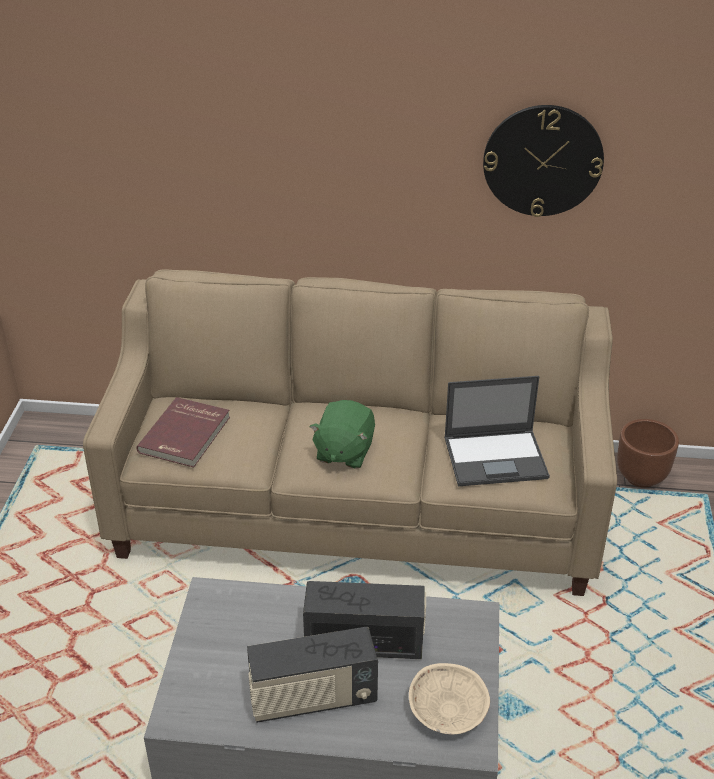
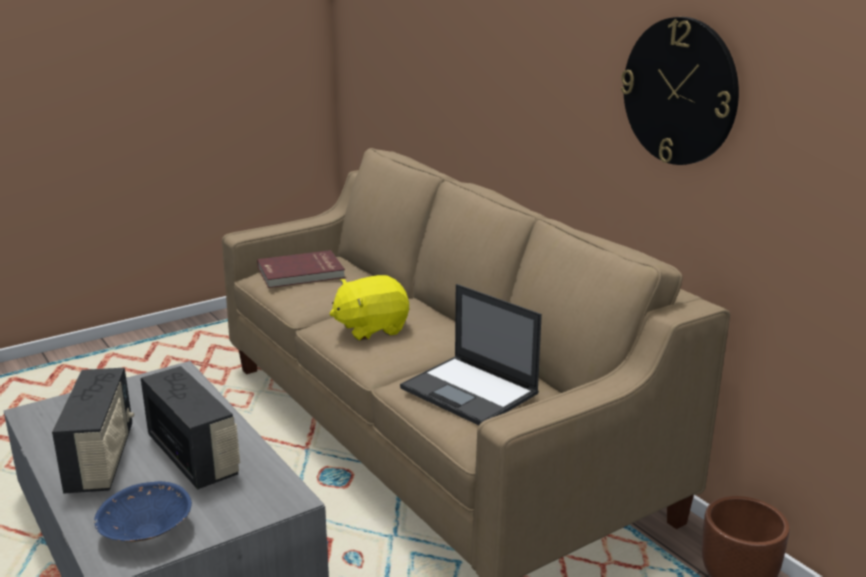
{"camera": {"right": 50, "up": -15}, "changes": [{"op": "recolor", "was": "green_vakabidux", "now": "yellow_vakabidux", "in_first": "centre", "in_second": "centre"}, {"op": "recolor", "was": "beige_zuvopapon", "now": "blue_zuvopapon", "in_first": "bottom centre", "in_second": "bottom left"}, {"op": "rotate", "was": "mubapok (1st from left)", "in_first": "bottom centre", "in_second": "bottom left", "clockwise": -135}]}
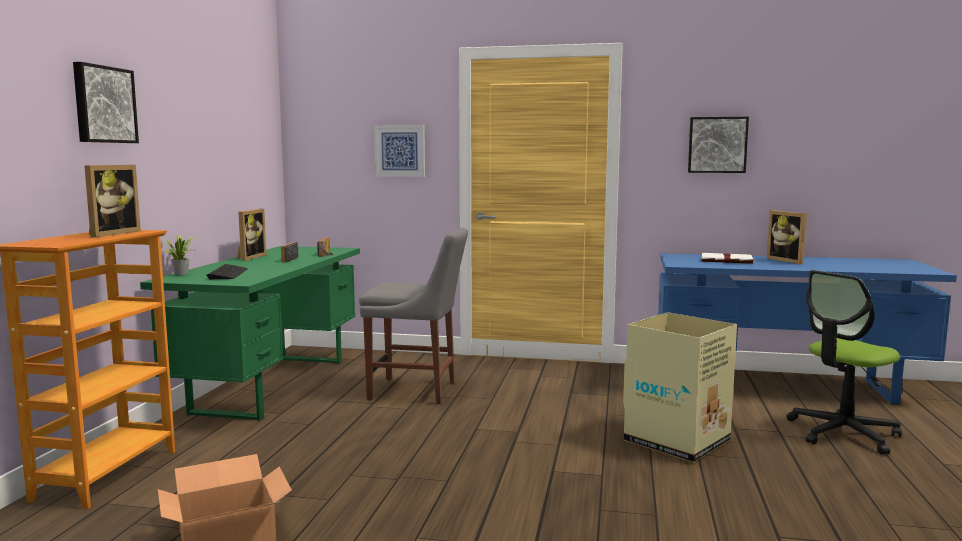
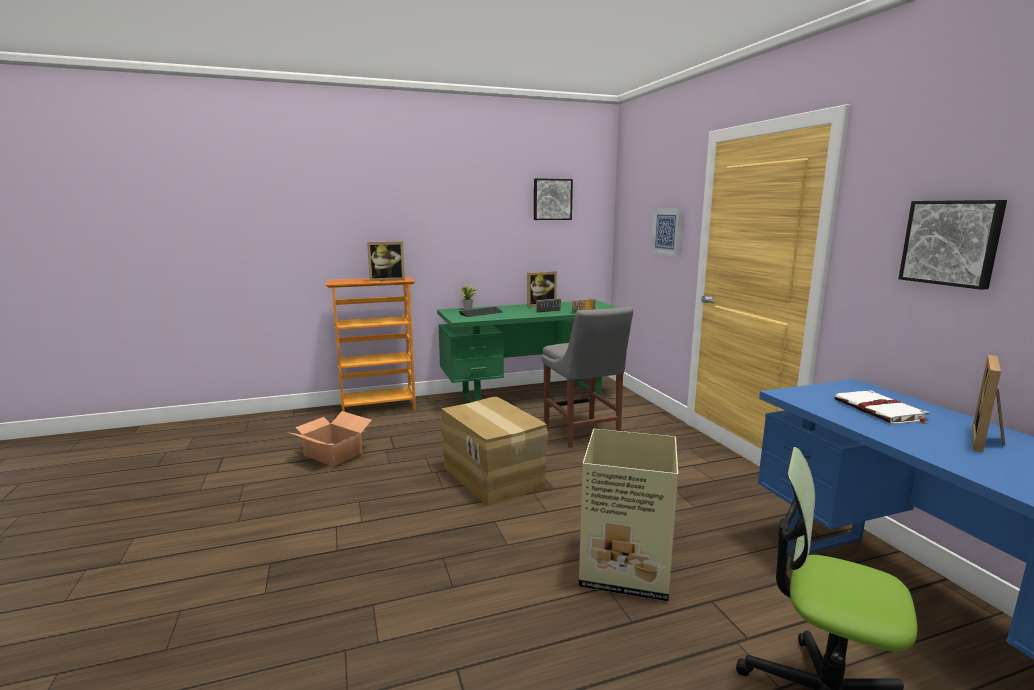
{"camera": {"right": 60, "up": 5}, "changes": [{"op": "insert", "now": "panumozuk (2nd from left)", "in_second": "centre"}, {"op": "move", "was": "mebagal (1st from left)", "in_first": "top left", "in_second": "top centre"}]}
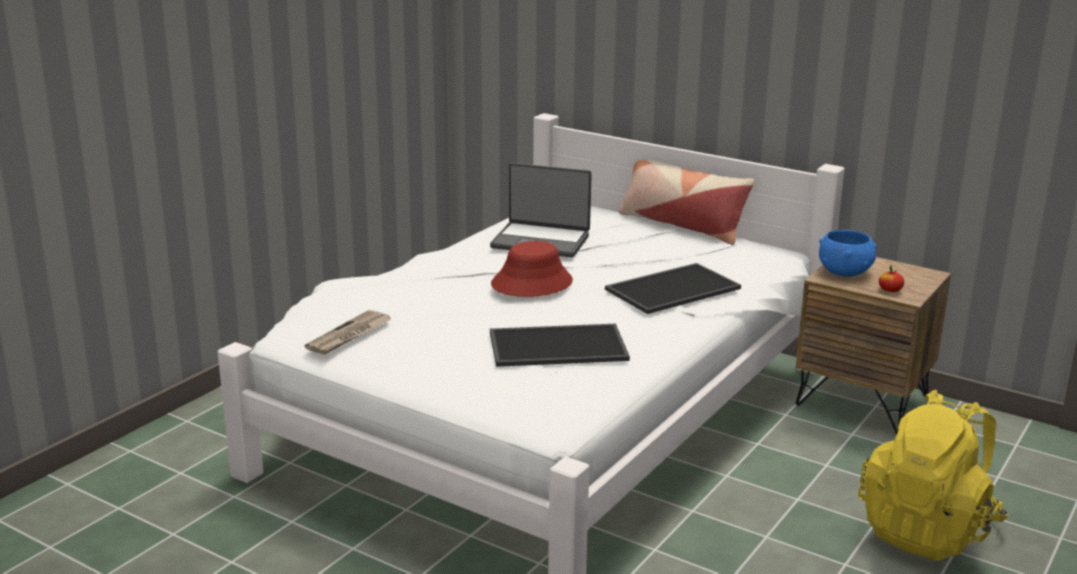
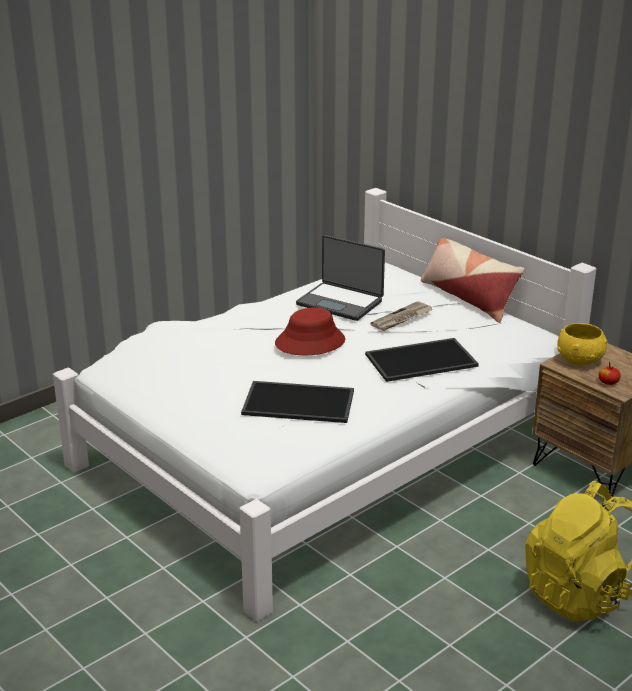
{"camera": {"right": 15, "up": 5}, "changes": [{"op": "move", "was": "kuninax", "in_first": "middle left", "in_second": "centre"}, {"op": "recolor", "was": "blue_zuvopapon", "now": "yellow_zuvopapon", "in_first": "middle right", "in_second": "middle right"}]}
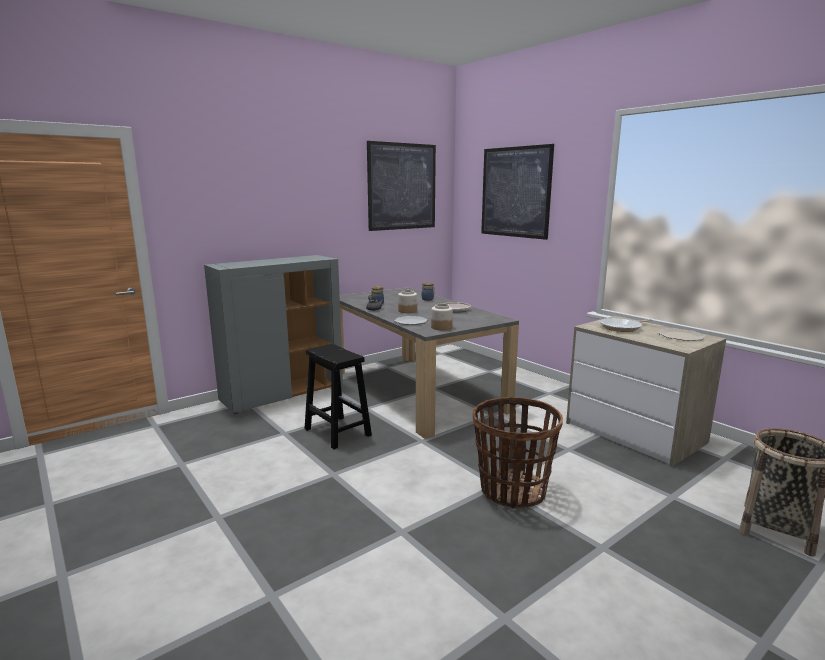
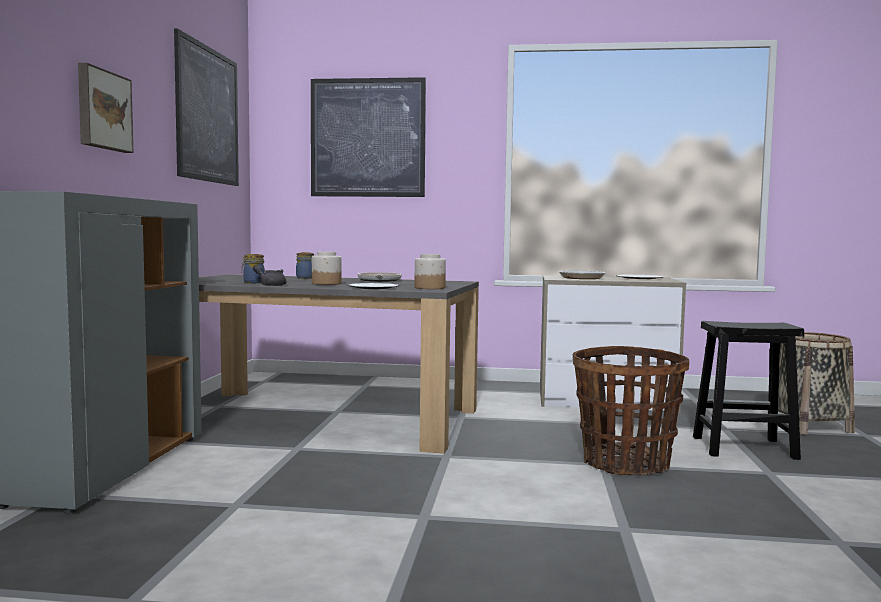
{"camera": {"right": -45, "up": -10}, "changes": [{"op": "insert", "now": "mebagal (1st from left)", "in_second": "top left"}, {"op": "move", "was": "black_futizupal", "in_first": "centre", "in_second": "middle right"}]}
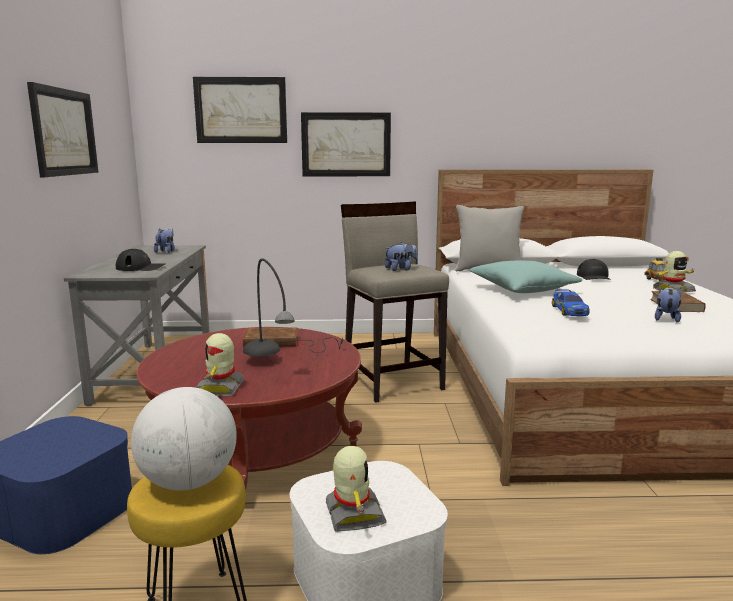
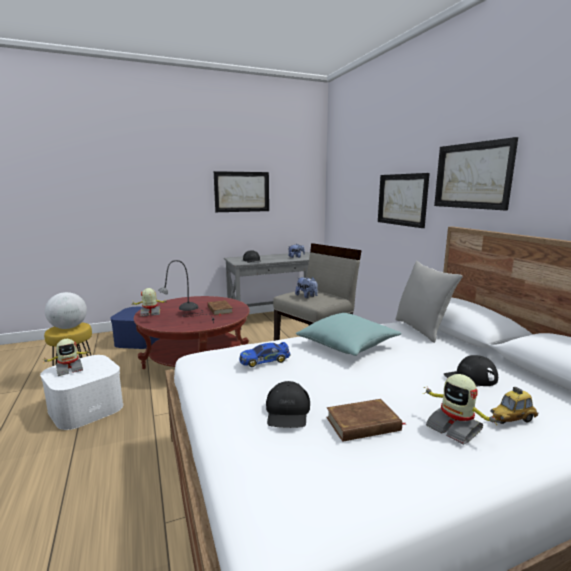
{"camera": {"right": 70, "up": 0}, "changes": [{"op": "move", "was": "mebagal (2nd from left in the first image)", "now": "mebagal (3rd from left)", "in_first": "top left", "in_second": "top right"}, {"op": "replace", "was": "vakabidux (3rd from left)", "now": "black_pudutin (2nd from left)", "in_first": "middle right", "in_second": "bottom centre"}]}
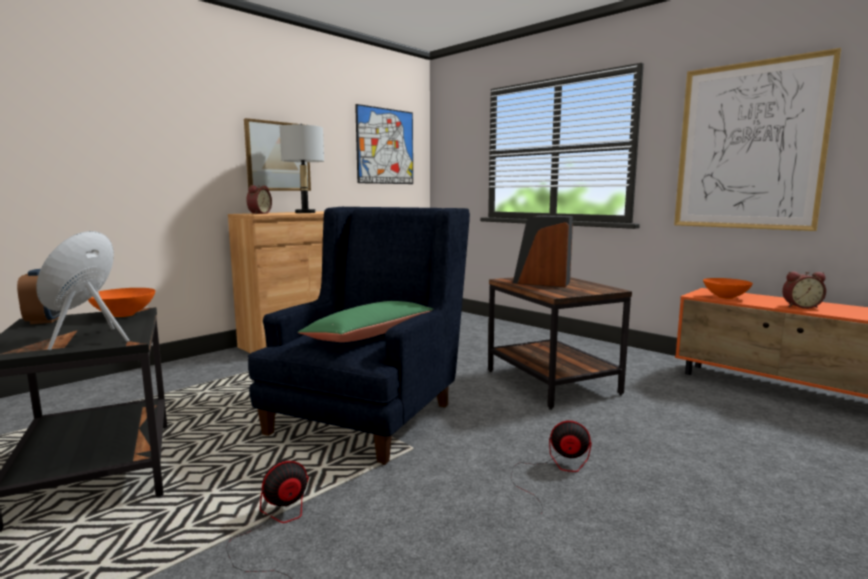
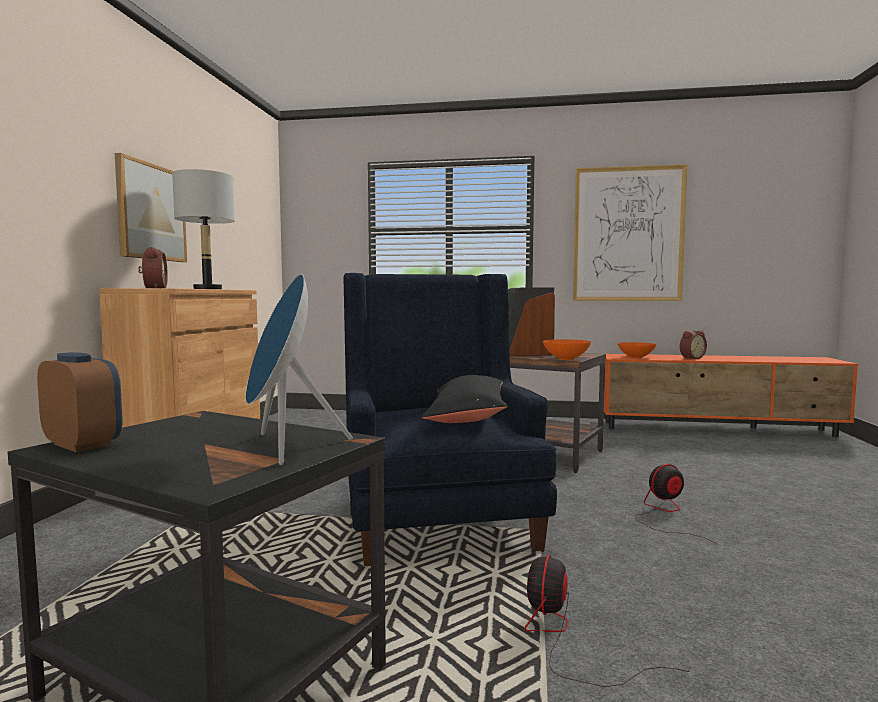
{"camera": {"right": -35, "up": -5}, "changes": [{"op": "delete", "was": "mebagal (2nd from left)", "in_first": "top centre"}, {"op": "move", "was": "orange_zuvopapon (1st from left)", "in_first": "middle left", "in_second": "centre"}, {"op": "recolor", "was": "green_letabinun", "now": "black_letabinun", "in_first": "centre", "in_second": "centre"}]}
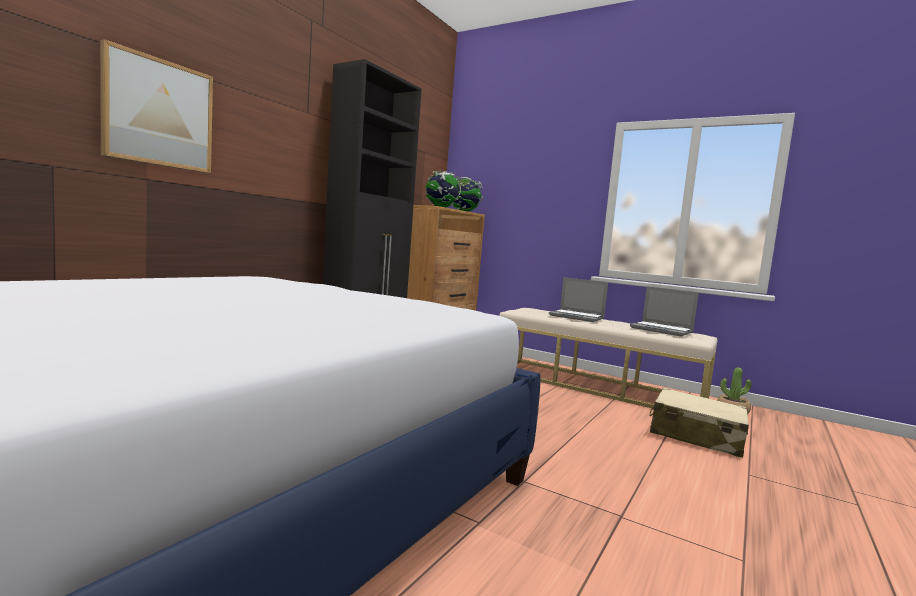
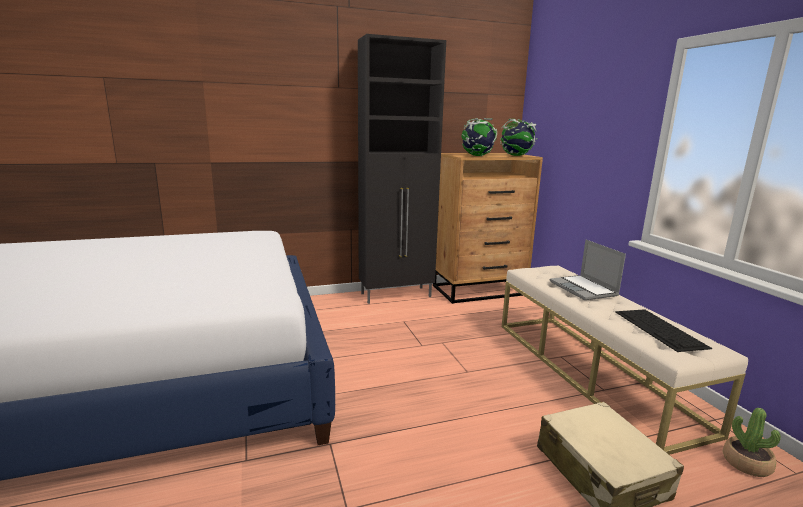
{"camera": {"right": 40, "up": 10}, "changes": [{"op": "delete", "was": "mebagal", "in_first": "top left"}, {"op": "replace", "was": "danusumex (2nd from left)", "now": "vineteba", "in_first": "middle right", "in_second": "middle right"}]}
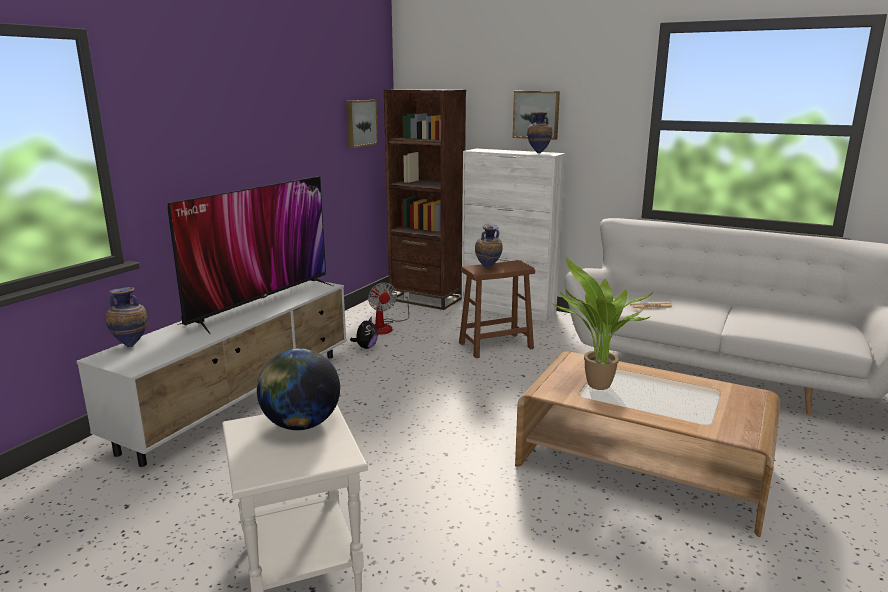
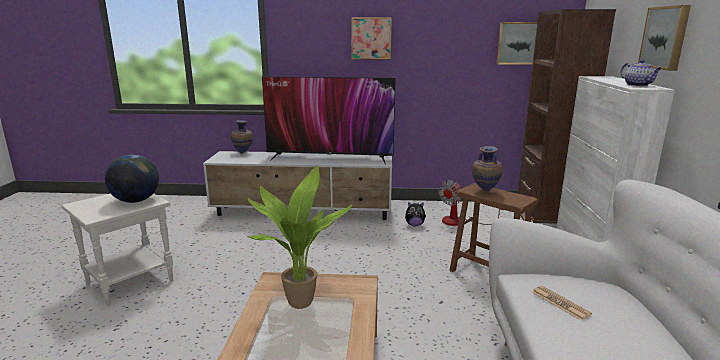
{"camera": {"right": 65, "up": 0}, "changes": [{"op": "insert", "now": "mebagal (1st from left)", "in_second": "top centre"}, {"op": "replace", "was": "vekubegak (3rd from left)", "now": "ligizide", "in_first": "top centre", "in_second": "top right"}]}
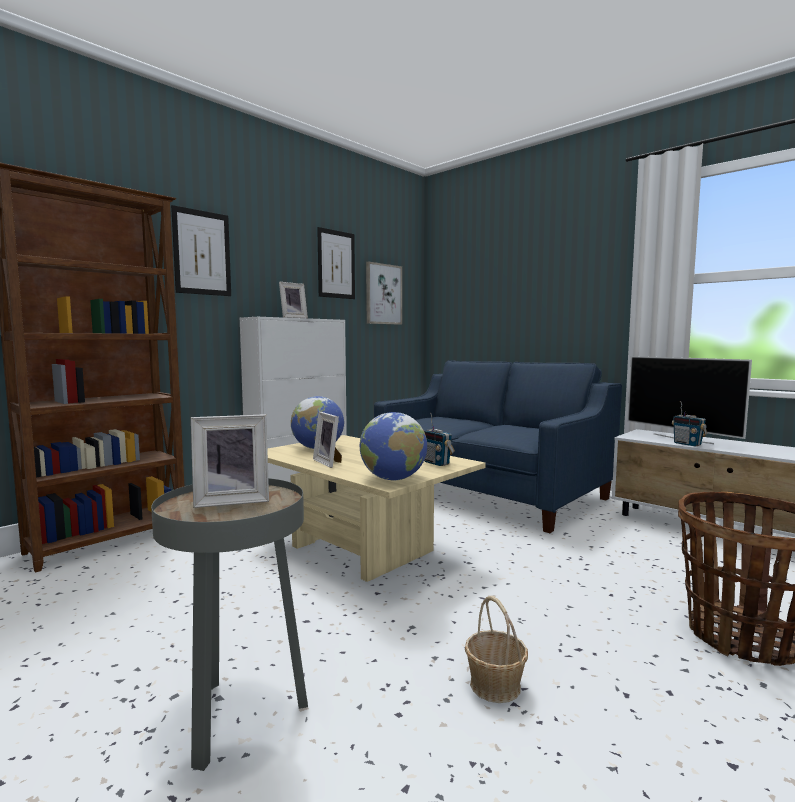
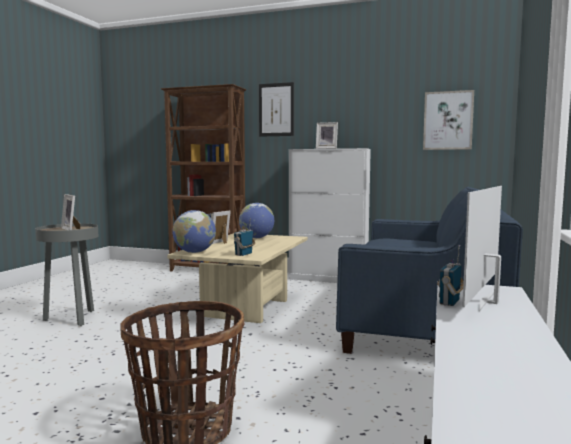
{"camera": {"right": 65, "up": 0}, "changes": [{"op": "delete", "was": "mebagal (2nd from left)", "in_first": "top centre"}, {"op": "delete", "was": "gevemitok (1st from left)", "in_first": "bottom centre"}]}
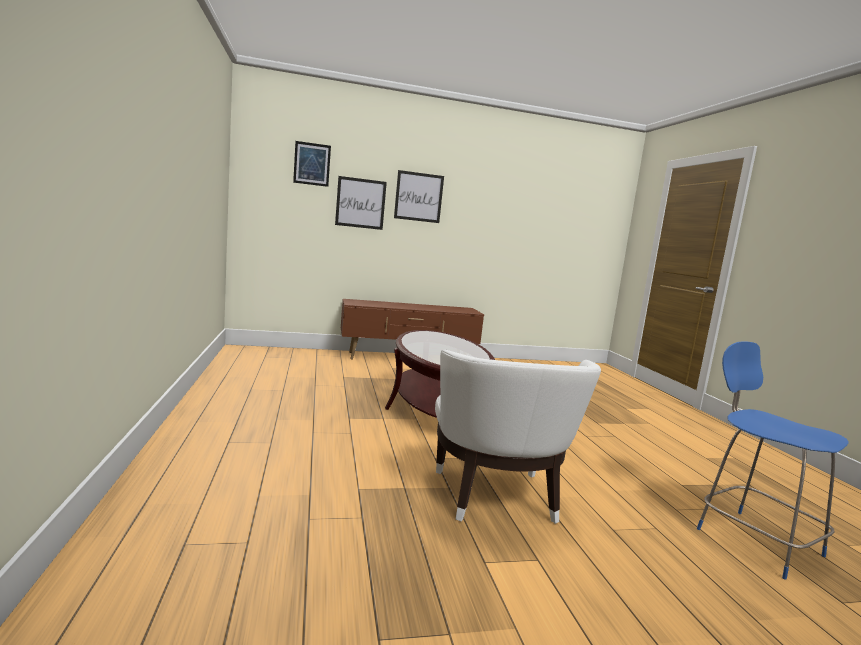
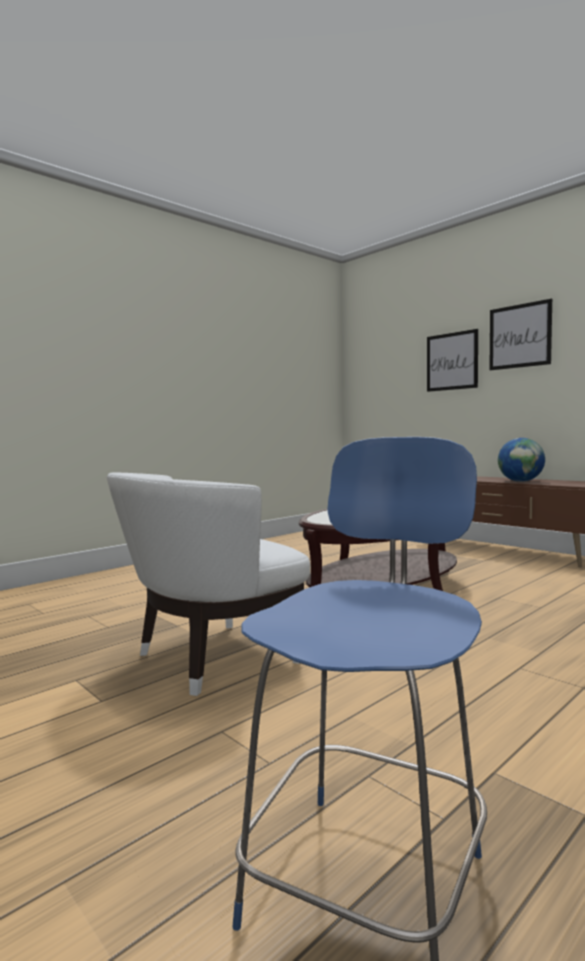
{"camera": {"right": 60, "up": -5}, "changes": [{"op": "delete", "was": "mebagal (1st from left)", "in_first": "top centre"}, {"op": "insert", "now": "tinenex", "in_second": "middle right"}]}
